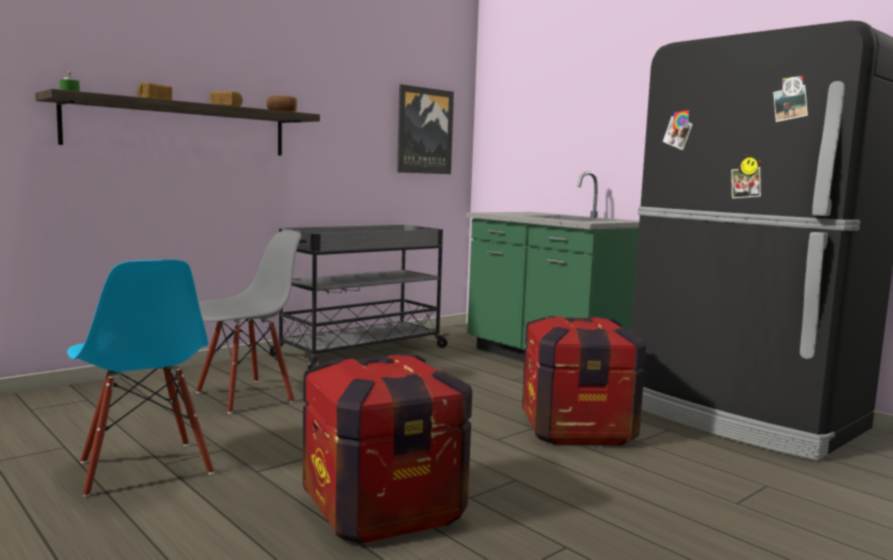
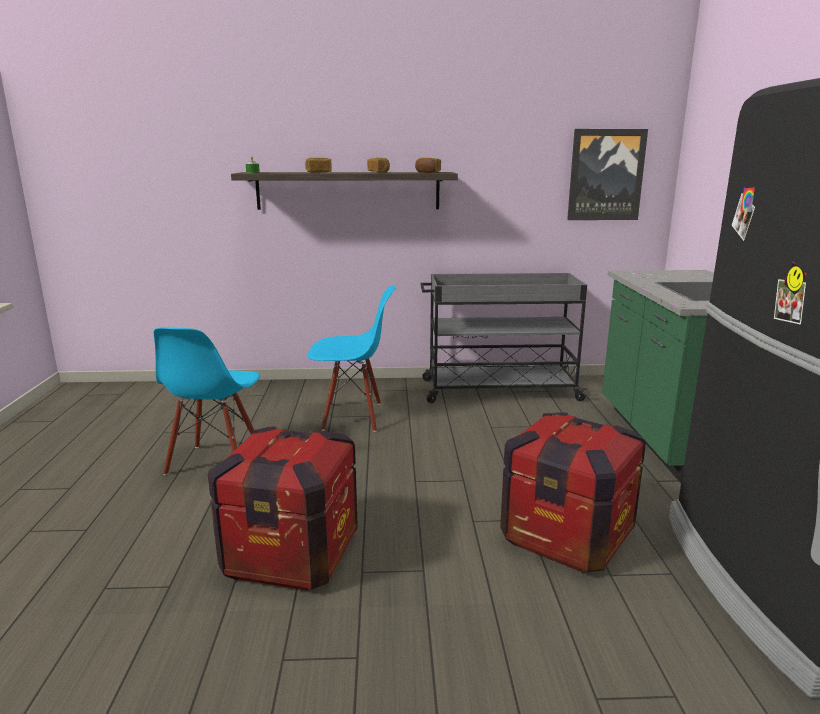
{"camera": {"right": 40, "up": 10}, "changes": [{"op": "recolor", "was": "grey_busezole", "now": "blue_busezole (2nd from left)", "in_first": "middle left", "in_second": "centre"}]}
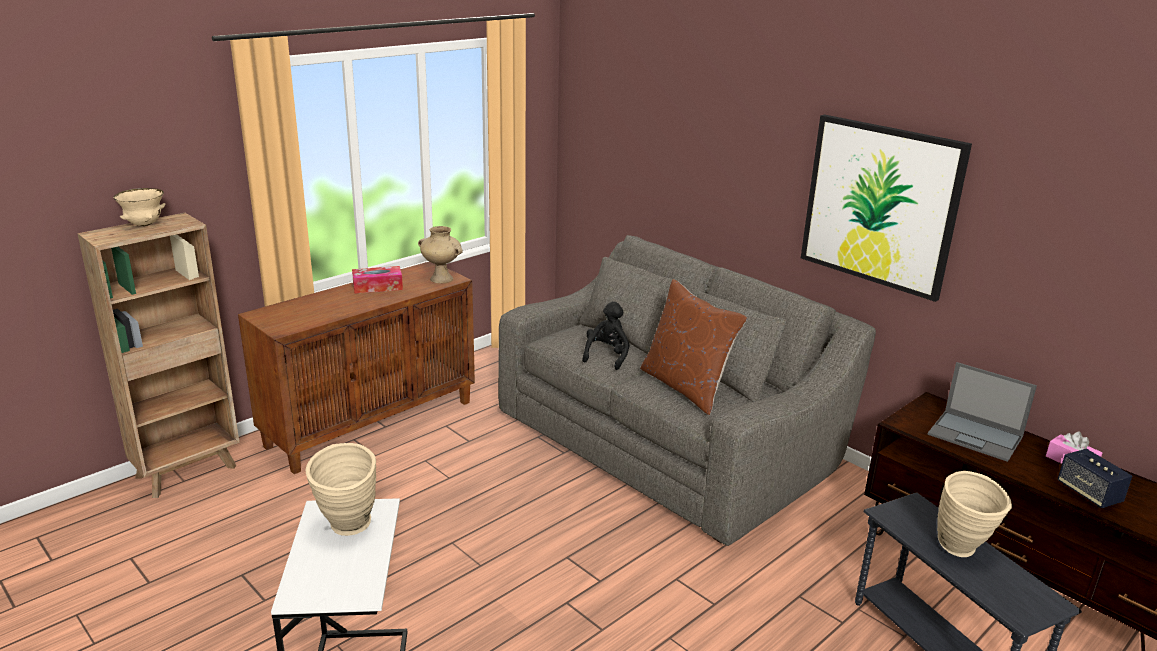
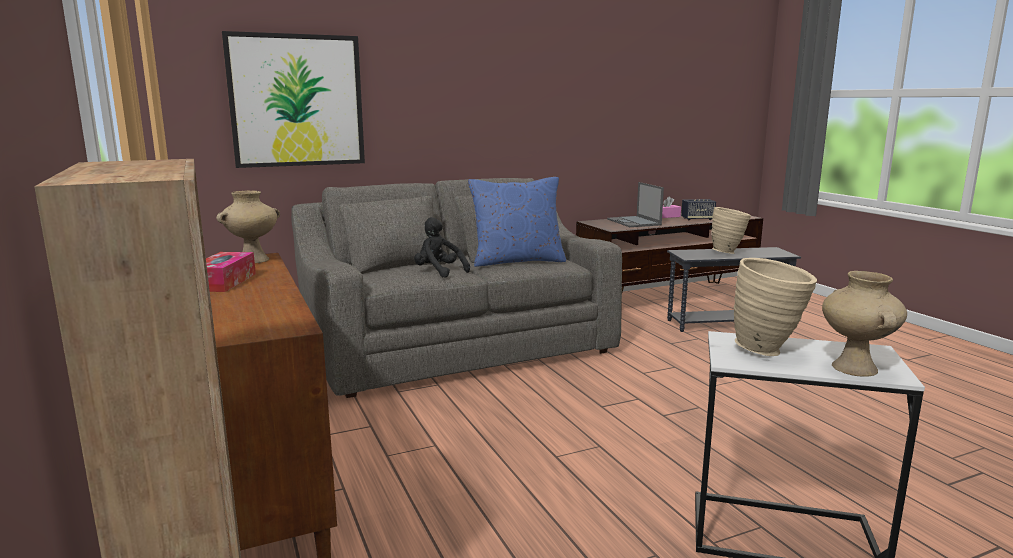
{"camera": {"right": -70, "up": -10}, "changes": [{"op": "delete", "was": "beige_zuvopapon", "in_first": "top left"}, {"op": "insert", "now": "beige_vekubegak (4th from left)", "in_second": "middle right"}, {"op": "move", "was": "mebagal", "in_first": "top right", "in_second": "top left"}, {"op": "recolor", "was": "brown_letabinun", "now": "blue_letabinun", "in_first": "centre", "in_second": "centre"}, {"op": "rotate", "was": "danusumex", "in_first": "middle right", "in_second": "centre", "clockwise": 105}]}
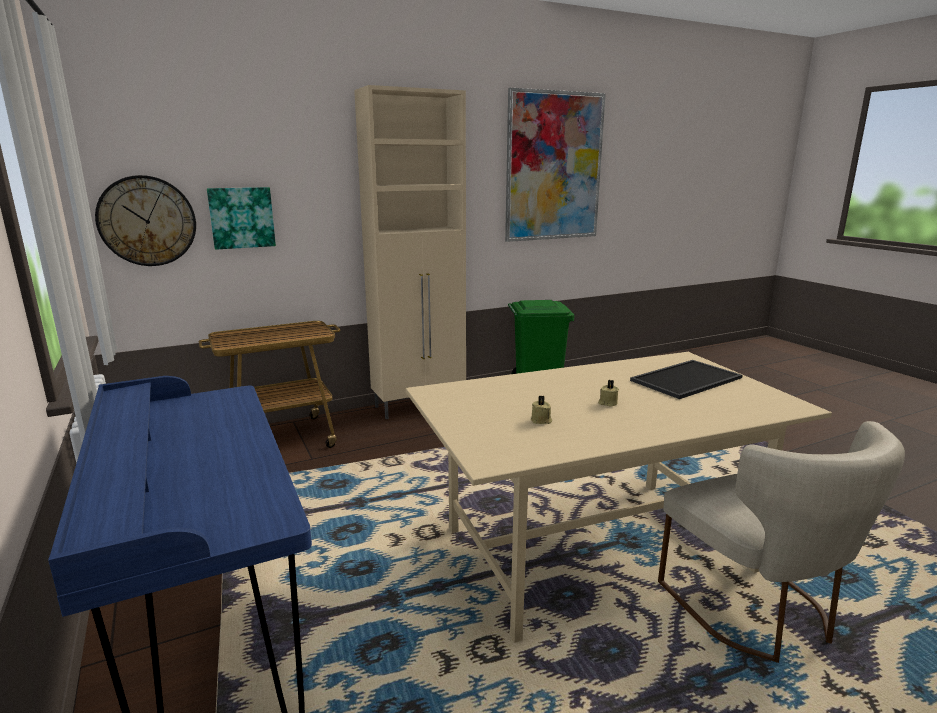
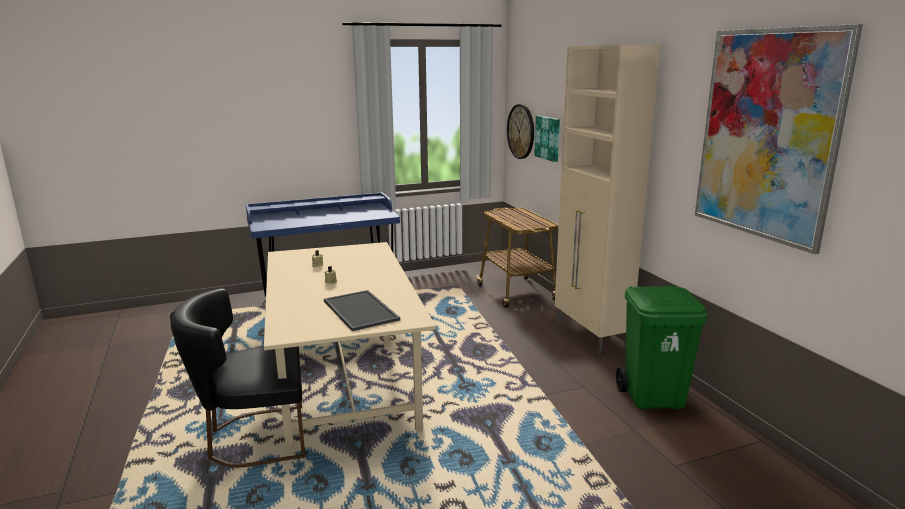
{"camera": {"right": 95, "up": 0}, "changes": [{"op": "recolor", "was": "beige_busezole", "now": "black_busezole", "in_first": "bottom right", "in_second": "bottom left"}]}
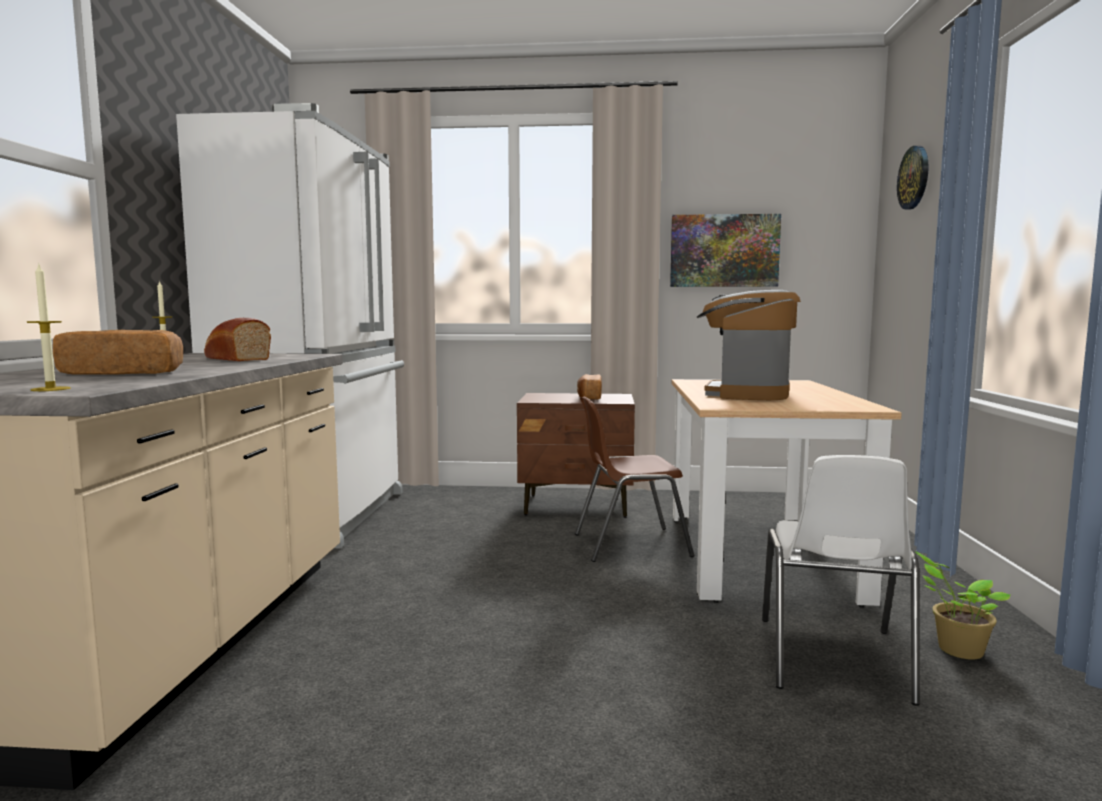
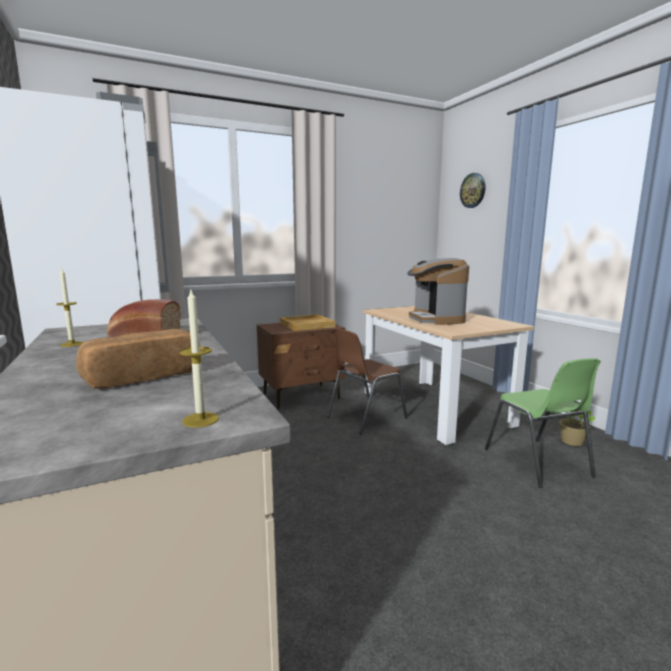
{"camera": {"right": -30, "up": 5}, "changes": [{"op": "delete", "was": "mebagal", "in_first": "top centre"}, {"op": "replace", "was": "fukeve (3rd from left)", "now": "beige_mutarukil", "in_first": "centre", "in_second": "centre"}, {"op": "recolor", "was": "white_busezole", "now": "green_busezole", "in_first": "bottom right", "in_second": "middle right"}]}
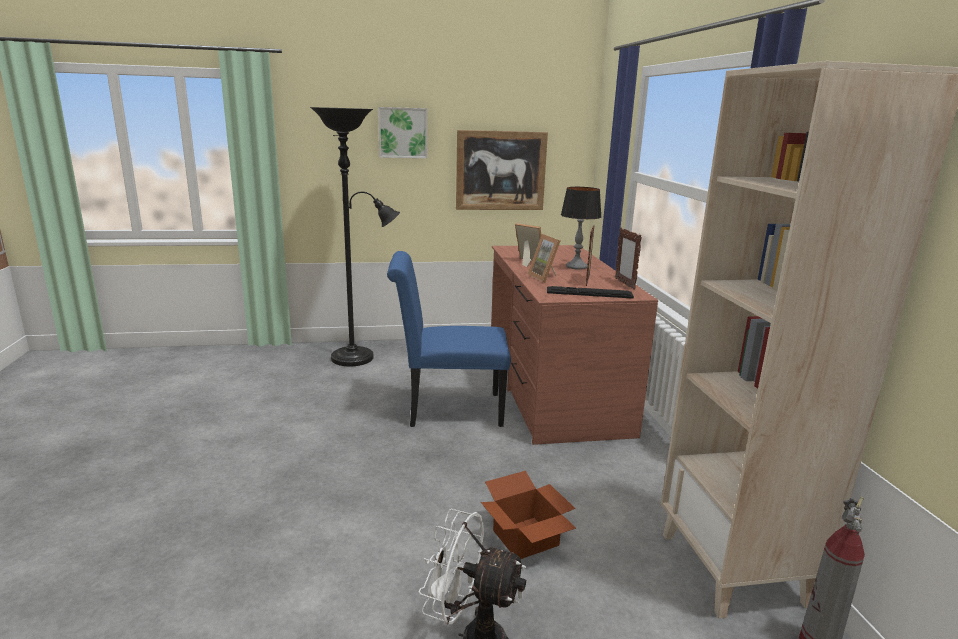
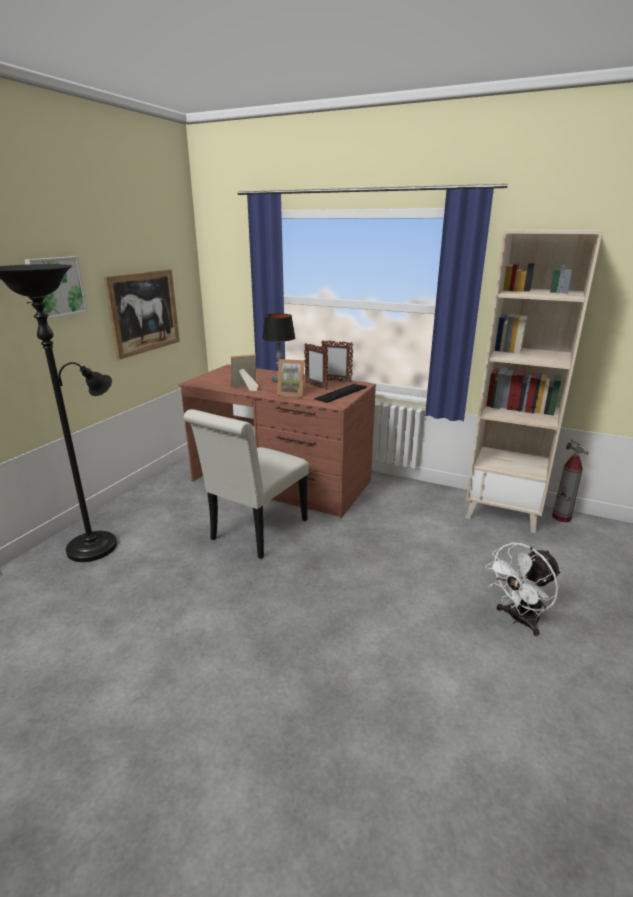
{"camera": {"right": -55, "up": 5}, "changes": [{"op": "delete", "was": "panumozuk", "in_first": "bottom centre"}, {"op": "recolor", "was": "blue_busezole", "now": "white_busezole", "in_first": "centre", "in_second": "centre"}]}
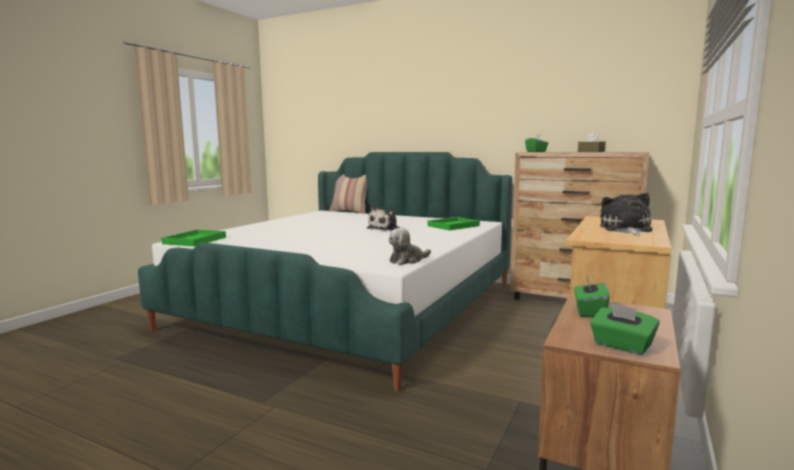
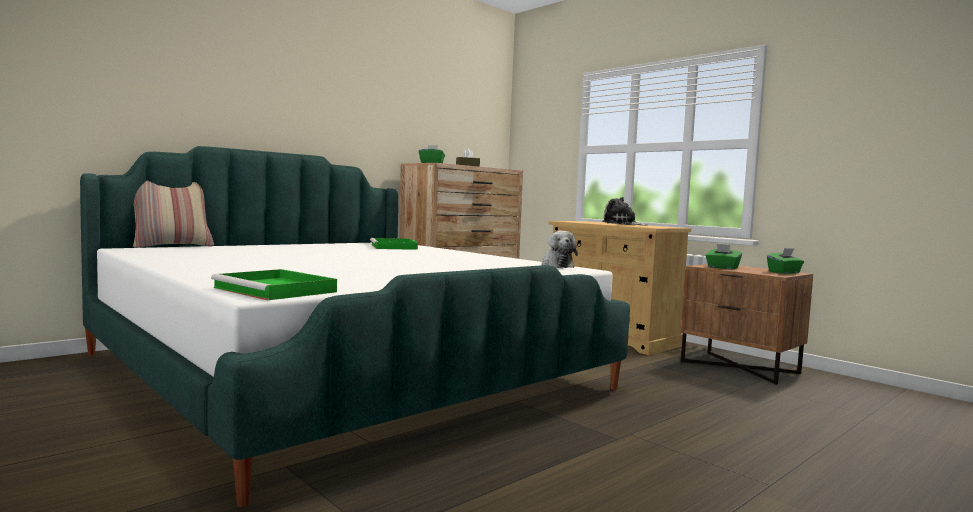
{"camera": {"right": -70, "up": -5}, "changes": [{"op": "delete", "was": "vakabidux (1st from left)", "in_first": "centre"}]}
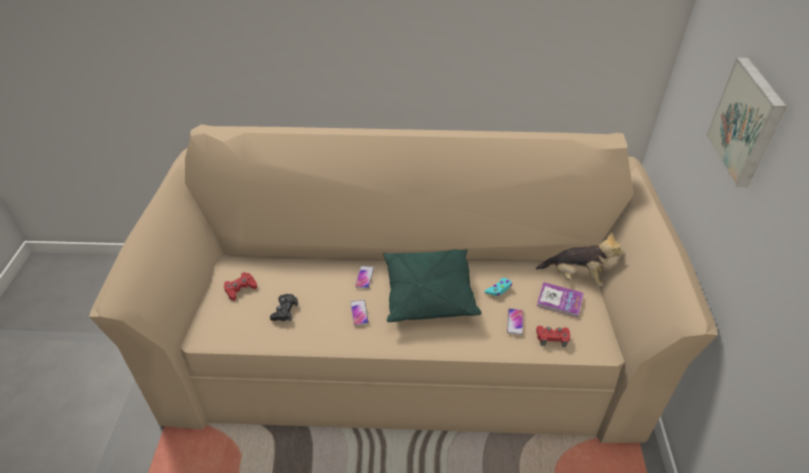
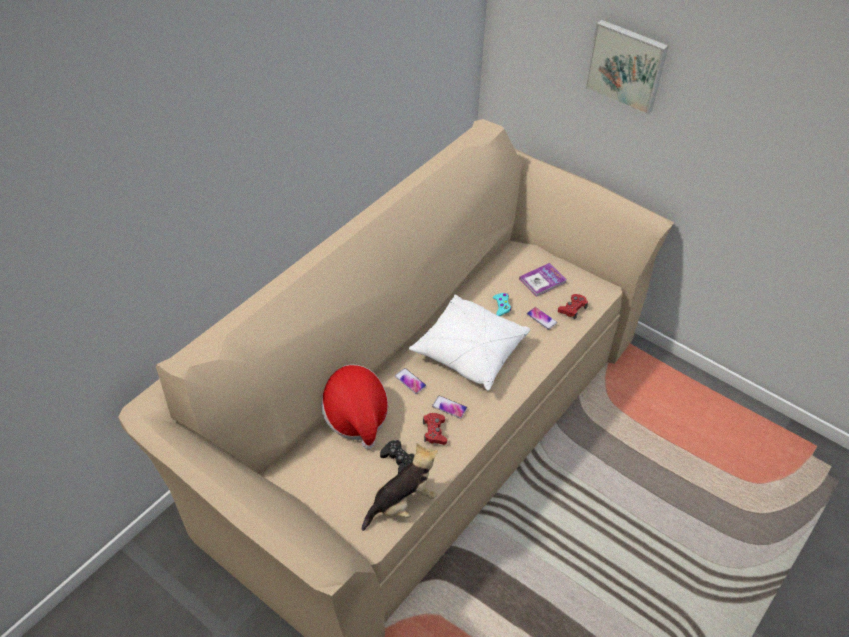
{"camera": {"right": -55, "up": 5}, "changes": [{"op": "insert", "now": "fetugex", "in_second": "centre"}, {"op": "move", "was": "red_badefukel (1st from left)", "in_first": "middle left", "in_second": "bottom centre"}, {"op": "move", "was": "vakabidux", "in_first": "middle right", "in_second": "bottom centre"}, {"op": "recolor", "was": "green_letabinun", "now": "white_letabinun", "in_first": "centre", "in_second": "centre"}]}
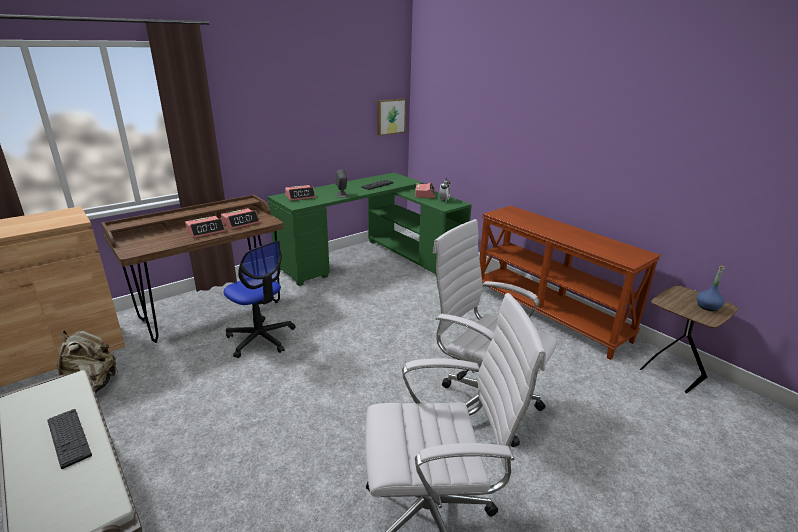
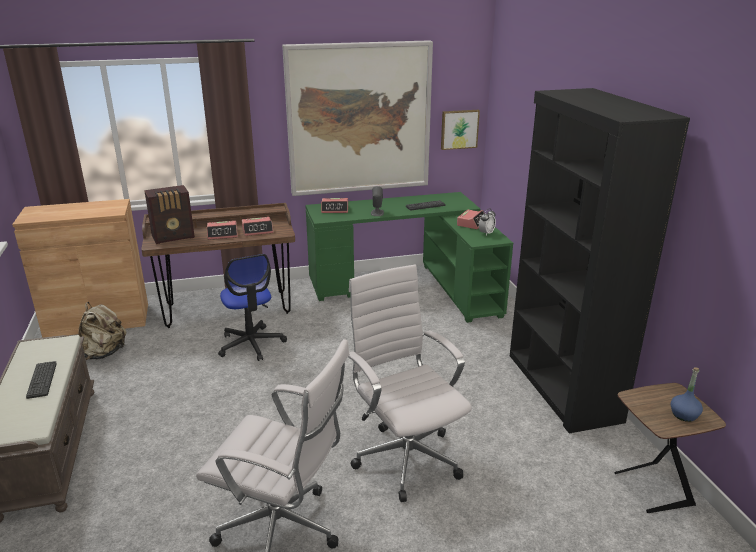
{"camera": {"right": 25, "up": 0}, "changes": [{"op": "insert", "now": "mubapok", "in_second": "middle left"}, {"op": "insert", "now": "mebagal (1st from left)", "in_second": "top centre"}, {"op": "replace", "was": "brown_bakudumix", "now": "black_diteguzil", "in_first": "middle right", "in_second": "middle right"}]}
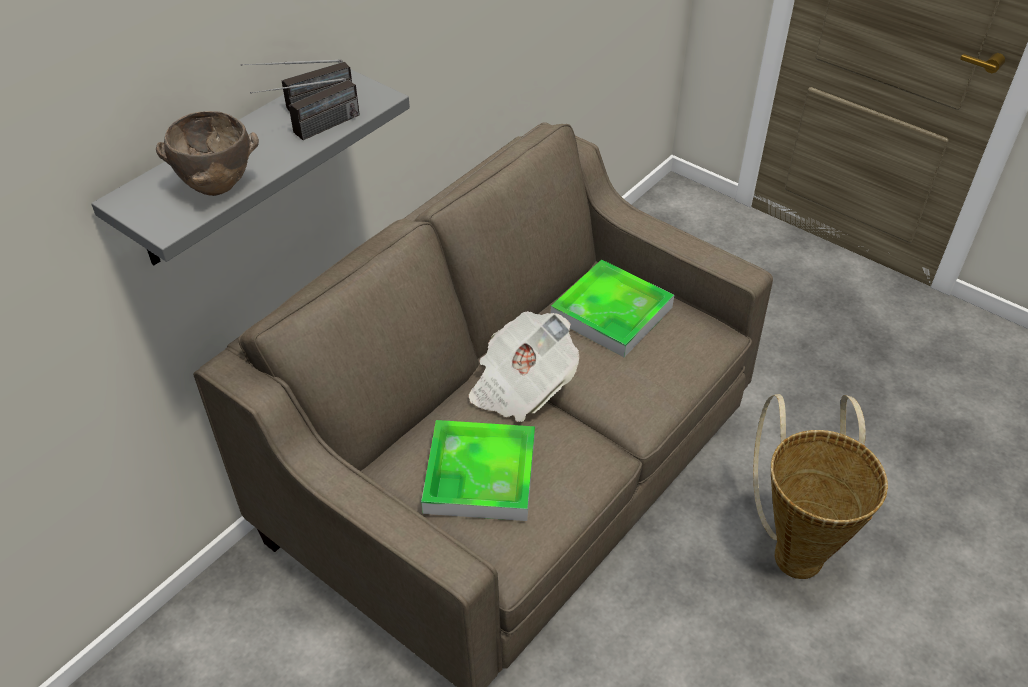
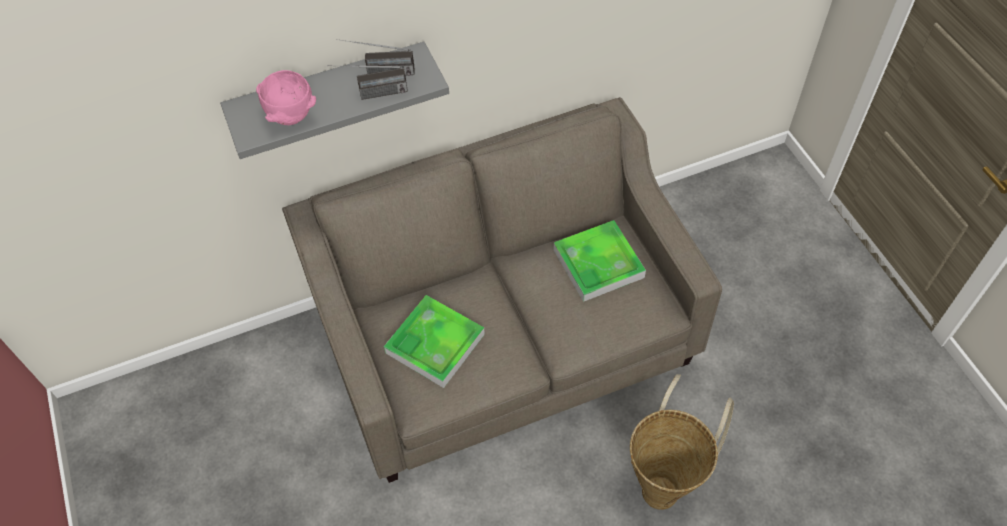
{"camera": {"right": 30, "up": 10}, "changes": [{"op": "delete", "was": "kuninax", "in_first": "centre"}, {"op": "recolor", "was": "brown_zuvopapon", "now": "pink_zuvopapon", "in_first": "top left", "in_second": "top left"}]}
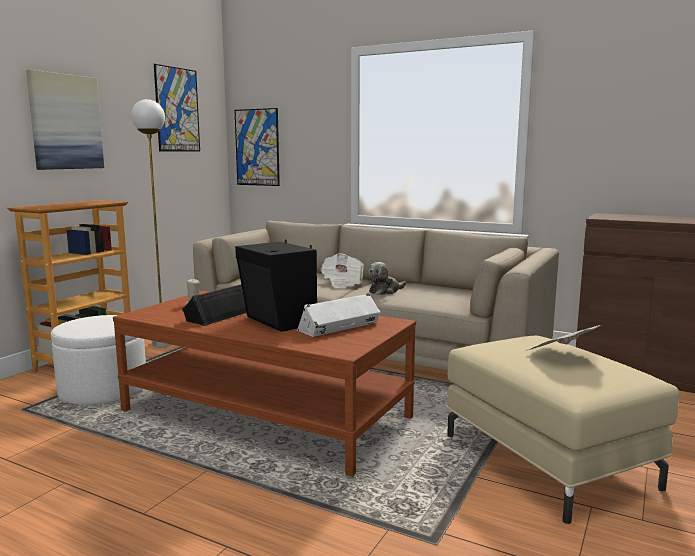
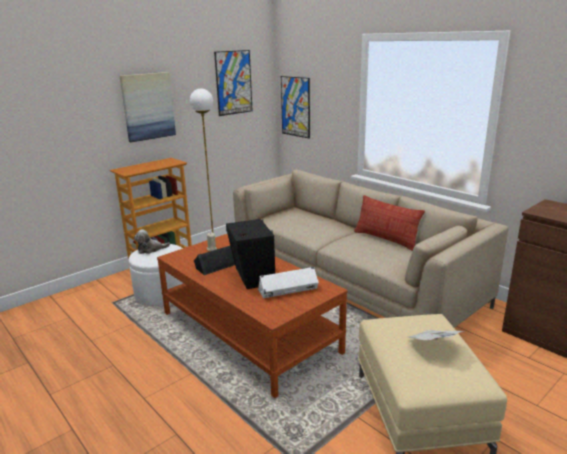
{"camera": {"right": 20, "up": 10}, "changes": [{"op": "delete", "was": "kuninax (1st from left)", "in_first": "centre"}, {"op": "insert", "now": "letabinun", "in_second": "middle right"}, {"op": "move", "was": "vakabidux", "in_first": "centre", "in_second": "middle left"}]}
